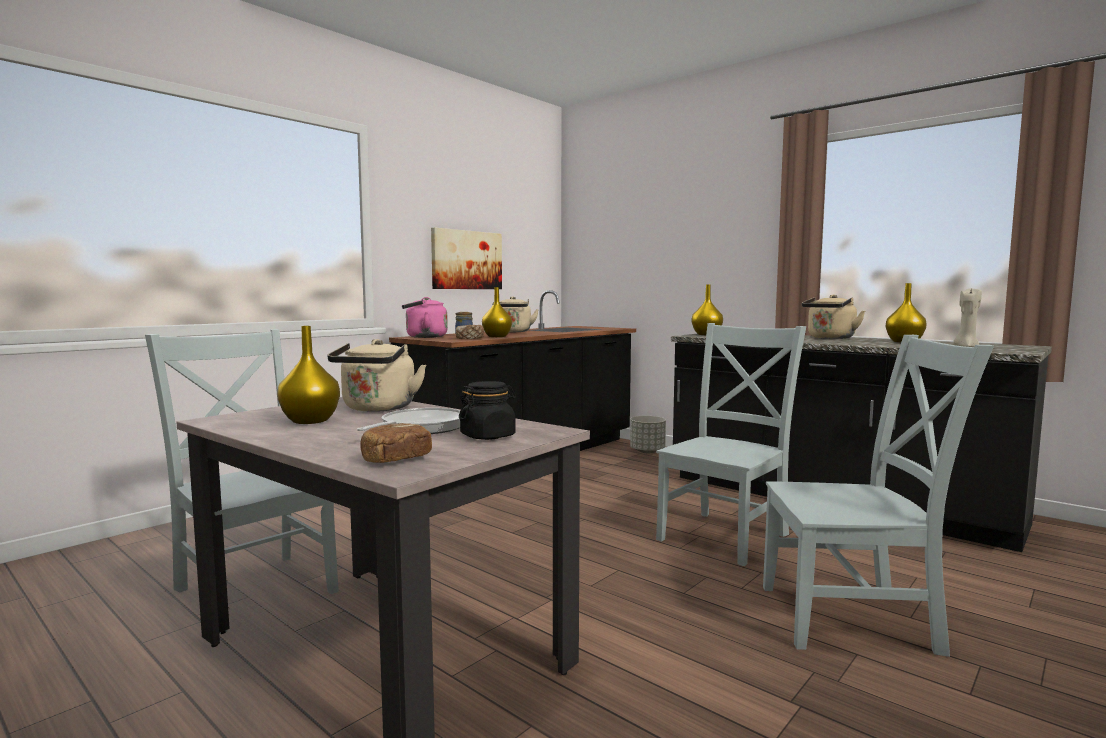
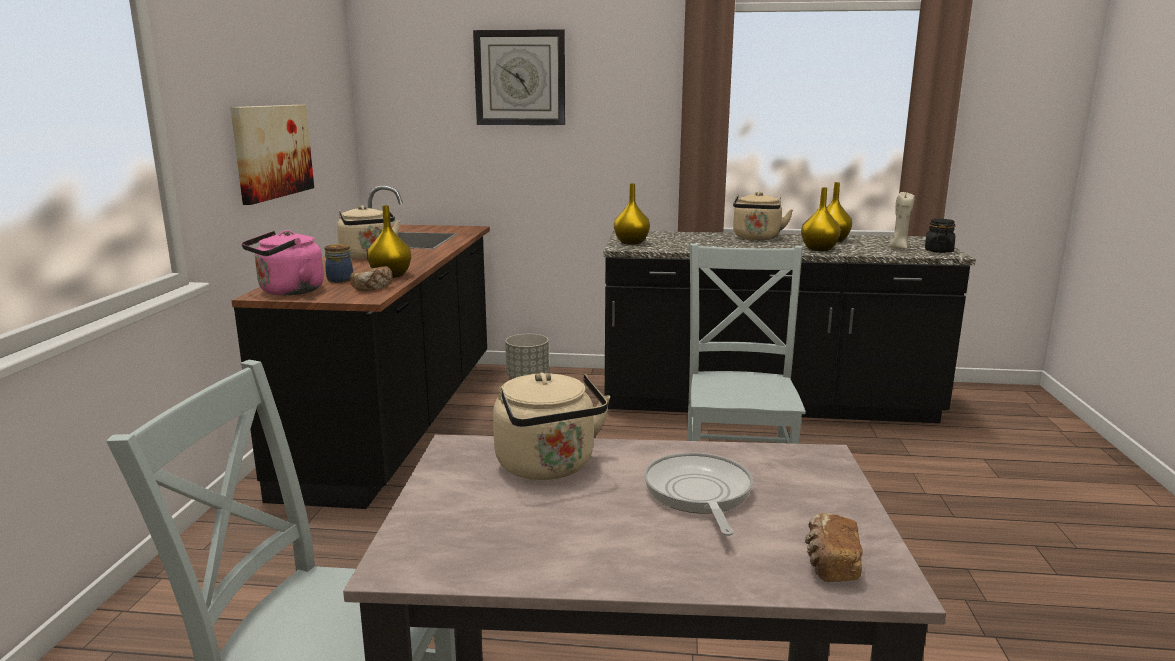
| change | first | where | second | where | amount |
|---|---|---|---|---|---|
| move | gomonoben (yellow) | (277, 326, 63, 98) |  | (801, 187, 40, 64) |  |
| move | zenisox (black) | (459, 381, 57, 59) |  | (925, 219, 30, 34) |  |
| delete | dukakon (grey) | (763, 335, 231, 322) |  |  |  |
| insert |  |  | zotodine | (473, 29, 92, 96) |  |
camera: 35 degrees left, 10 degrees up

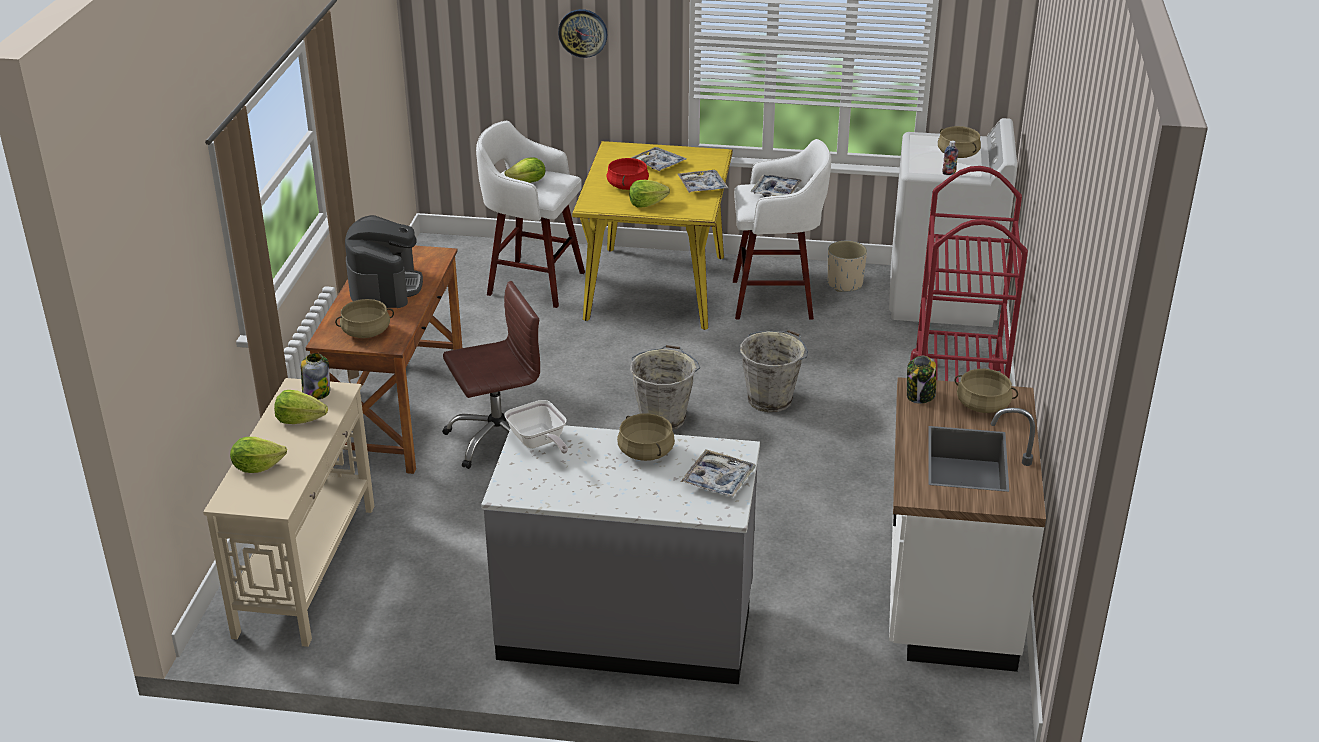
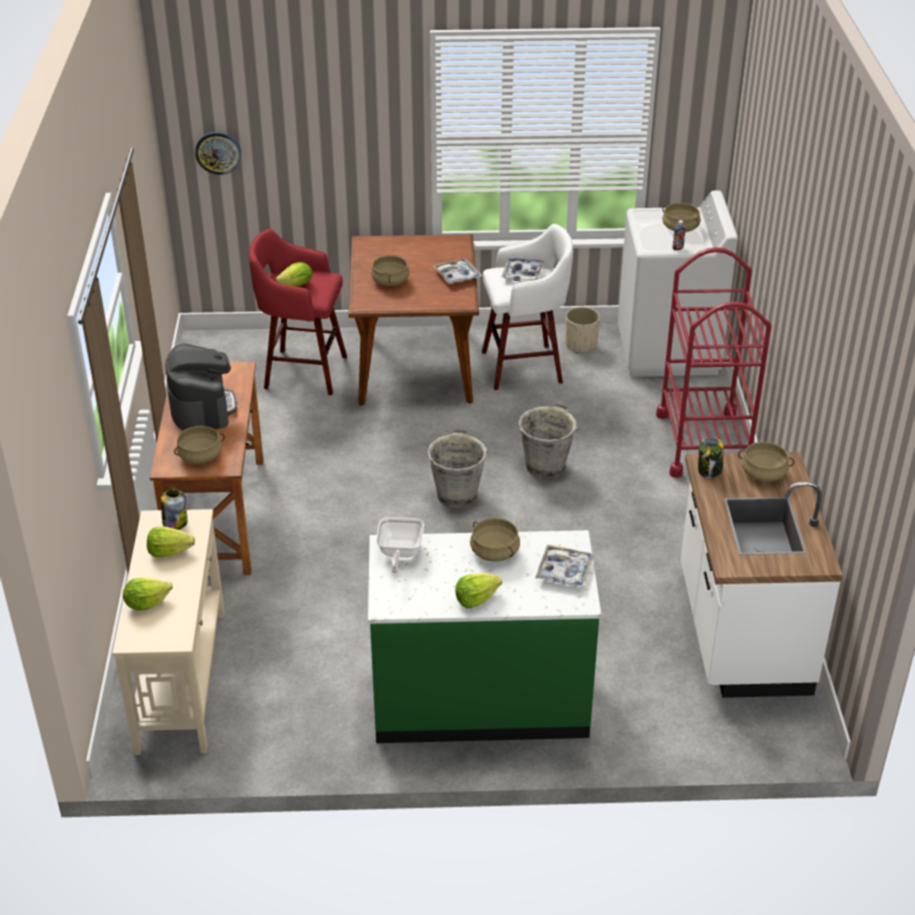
| change | first | where | second | where | amount |
|---|---|---|---|---|---|
| delete | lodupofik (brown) | (442, 281, 98, 188) |  |  |  |
| recolor | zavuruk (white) | (476, 121, 109, 187) | zavuruk (red) | (249, 229, 98, 166) |  |
| recolor | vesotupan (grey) | (481, 425, 279, 259) | vesotupan (green) | (368, 530, 234, 213) |  |
| rotate | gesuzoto | (504, 400, 64, 54) |  | (376, 517, 48, 56) | 45 degrees clockwise |
| move | zotodine | (558, 9, 49, 49) |  | (195, 132, 46, 43) |  |
| recolor | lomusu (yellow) | (572, 141, 161, 189) | lomusu (brown) | (348, 235, 131, 171) |  |
| recolor | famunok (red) | (606, 158, 43, 32) | famunok (beige) | (371, 255, 38, 31) |  |
| move | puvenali | (629, 180, 41, 28) |  | (455, 573, 47, 35) |  |
| delete | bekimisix | (631, 147, 55, 24) |  |  |  |
camera: 10 degrees left, 5 degrees up

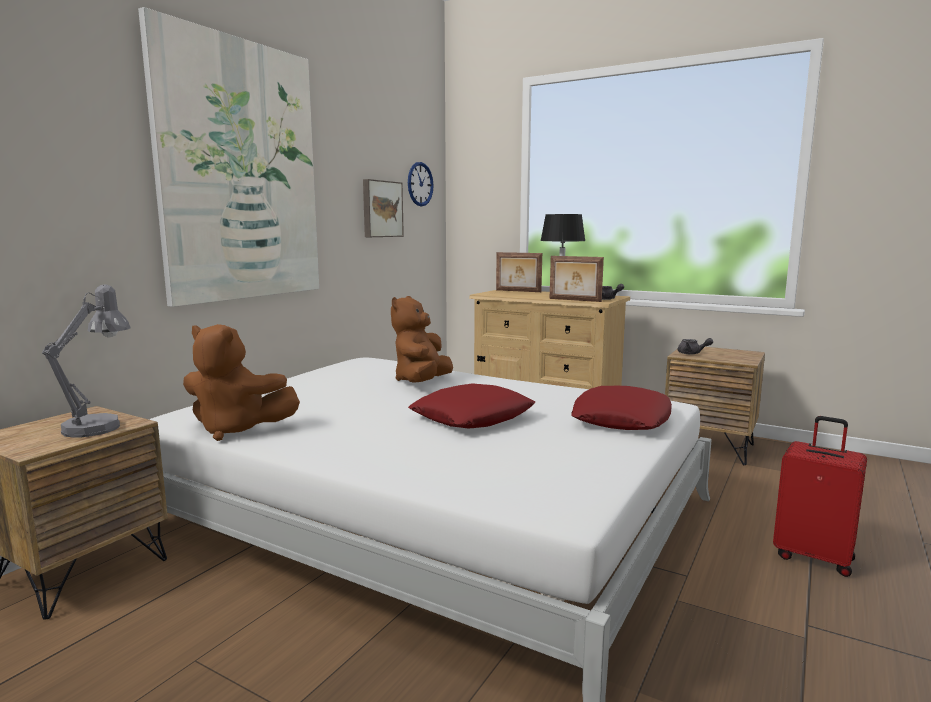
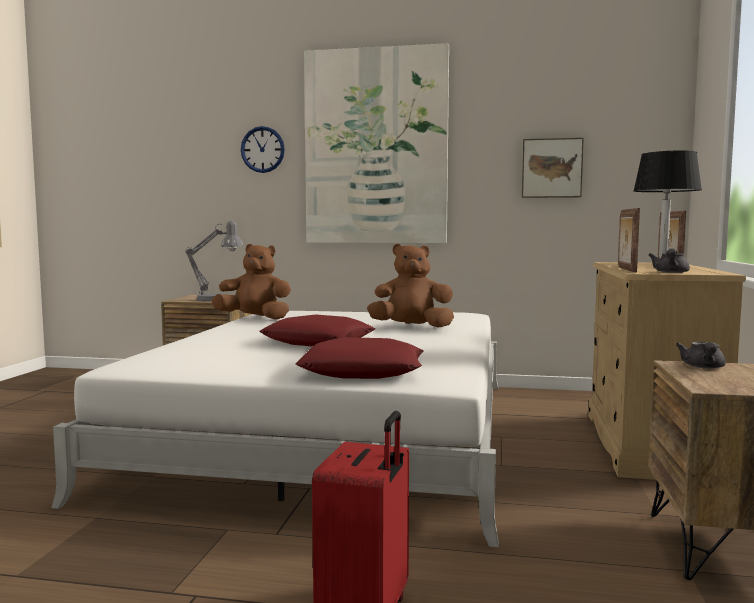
| change | first | where | second | where | amount |
|---|---|---|---|---|---|
| rotate | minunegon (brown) | (183, 324, 117, 117) |  | (211, 244, 80, 76) | 105 degrees clockwise |
| move | zotodine | (408, 162, 26, 44) |  | (241, 126, 44, 47) |  |
camera: 70 degrees right, 5 degrees down

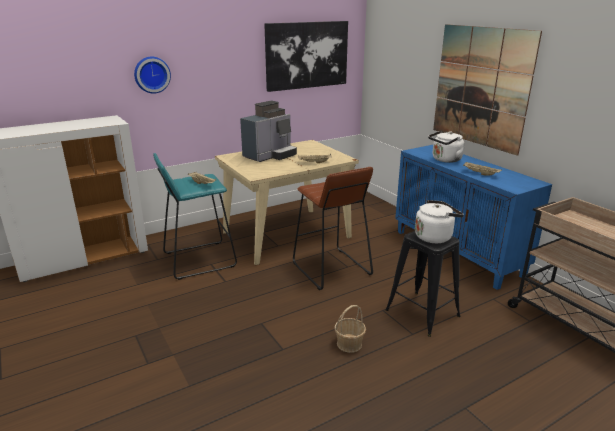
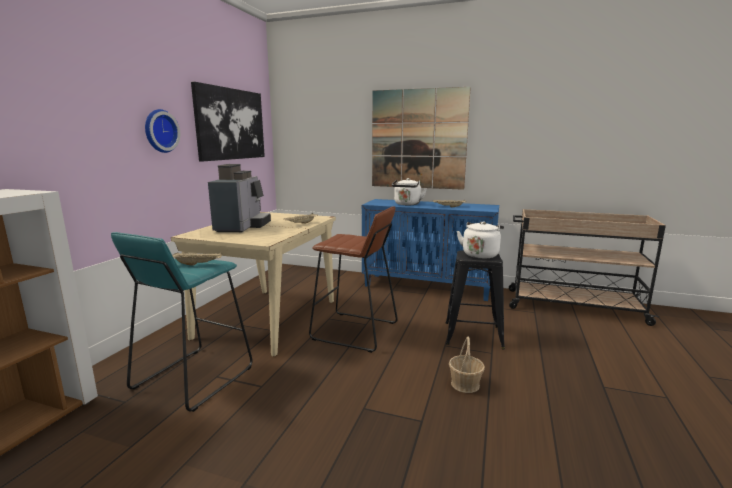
| change | first | where | second | where | amount |
|---|---|---|---|---|---|
| move | zotodine | (134, 57, 37, 37) |  | (145, 109, 35, 44) |  |
camera: 40 degrees left, 10 degrees down

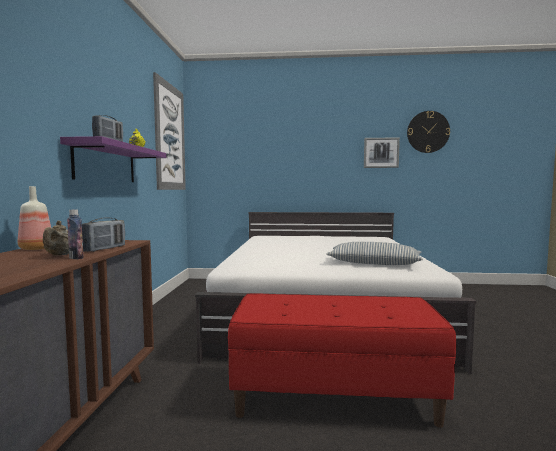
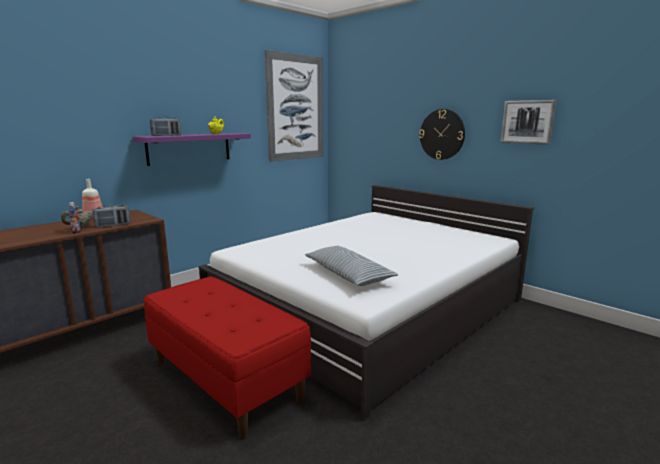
| change | first | where | second | where | amount |
|---|---|---|---|---|---|
| move | zotodine | (407, 111, 43, 42) |  | (419, 109, 46, 51) |  |
camera: 40 degrees right, 10 degrees up

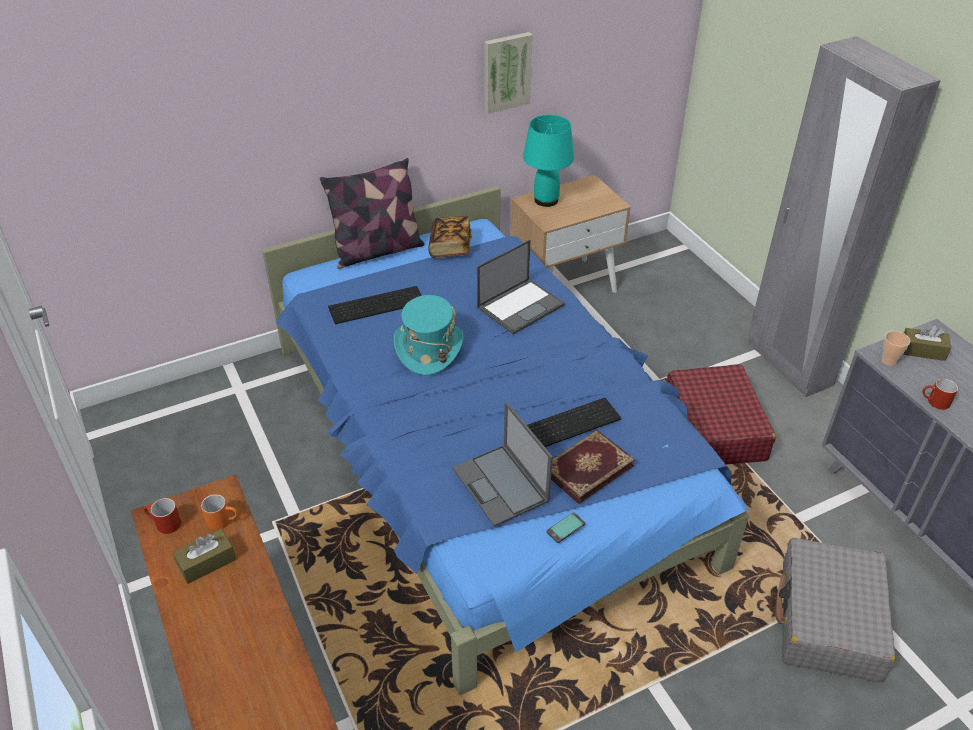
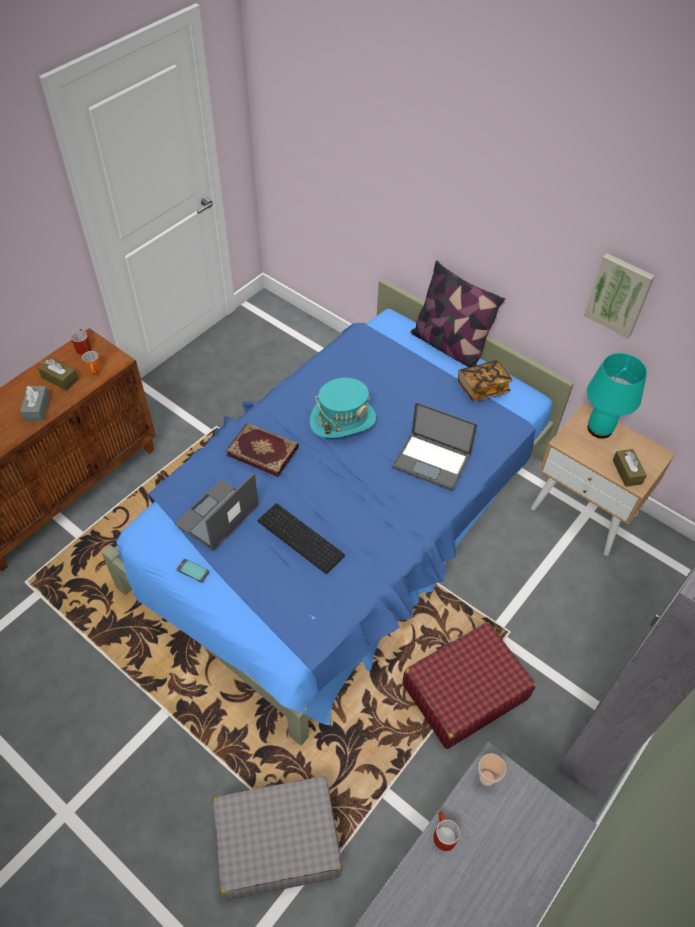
| change | first | where | second | where | amount |
|---|---|---|---|---|---|
| delete | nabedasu | (328, 286, 94, 38) |  |  |  |
| move | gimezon | (551, 430, 84, 74) |  | (226, 423, 73, 54) |  |
| move | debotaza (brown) | (903, 325, 48, 36) |  | (613, 449, 34, 38) |  |
| insert |  |  | debotaza (grey) | (20, 386, 30, 36) |  |
camera: 65 degrees right, 10 degrees up

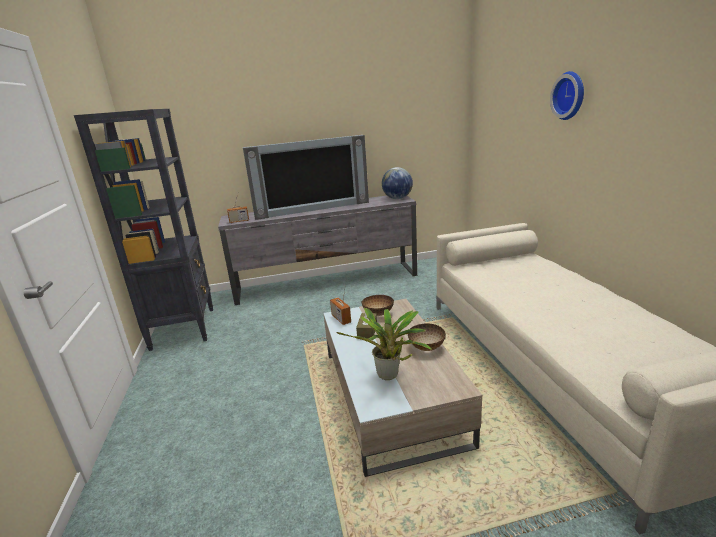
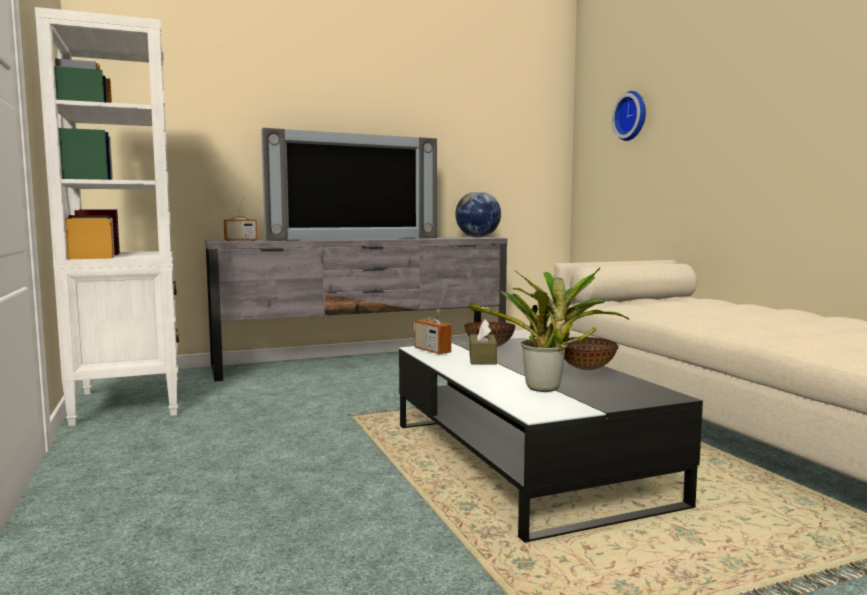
| change | first | where | second | where | amount |
|---|---|---|---|---|---|
| recolor | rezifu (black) | (74, 109, 139, 242) | rezifu (white) | (35, 7, 144, 419) |  |
| recolor | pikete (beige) | (323, 299, 159, 178) | pikete (black) | (399, 338, 304, 205) |  |
| move | zotodine | (550, 71, 34, 49) |  | (612, 91, 34, 50) |  |
camera: 10 degrees left, 15 degrees down

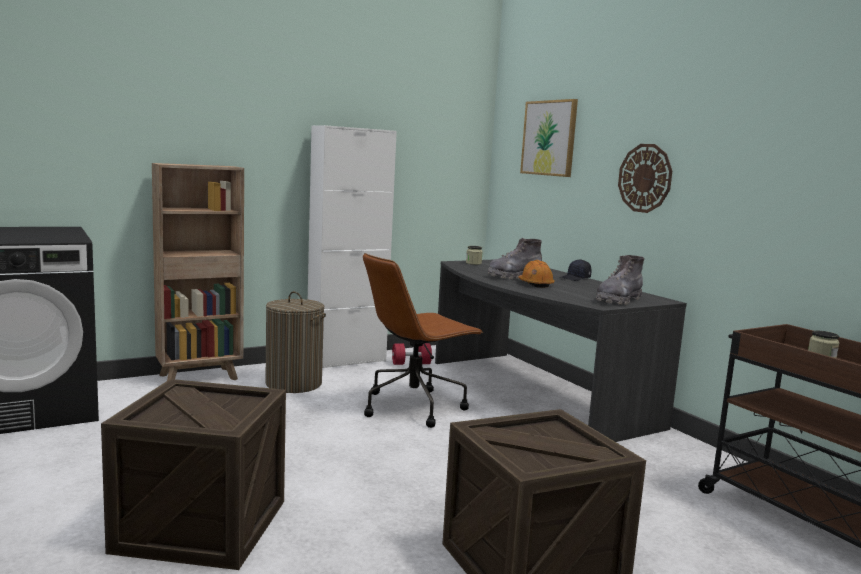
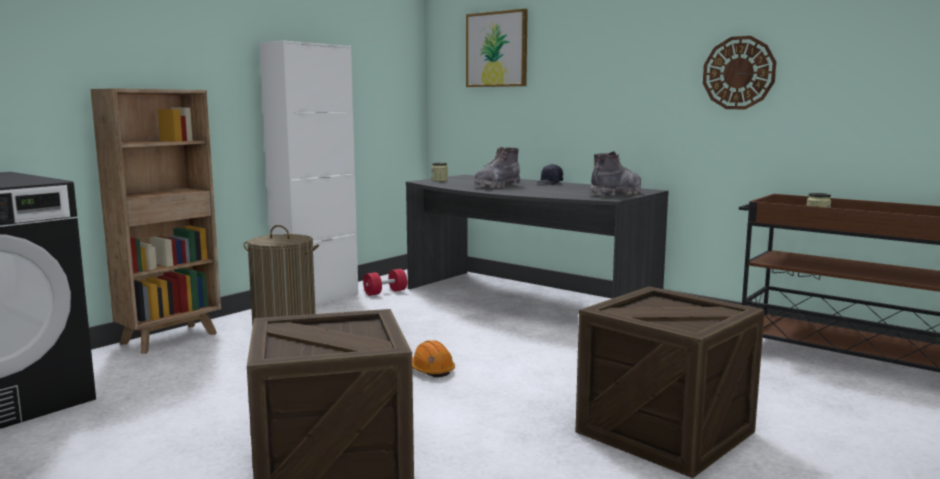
| change | first | where | second | where | amount |
|---|---|---|---|---|---|
| delete | lodupofik (brown) | (363, 253, 120, 175) |  |  |  |
| move | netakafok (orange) | (518, 260, 37, 28) |  | (412, 340, 43, 37) |  |
| rotate | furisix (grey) | (596, 255, 49, 50) |  | (589, 151, 52, 45) | 150 degrees counterclockwise |
| move | zotodine | (618, 144, 54, 69) |  | (703, 36, 73, 73) |  |
camera: 20 degrees left, 0 degrees up

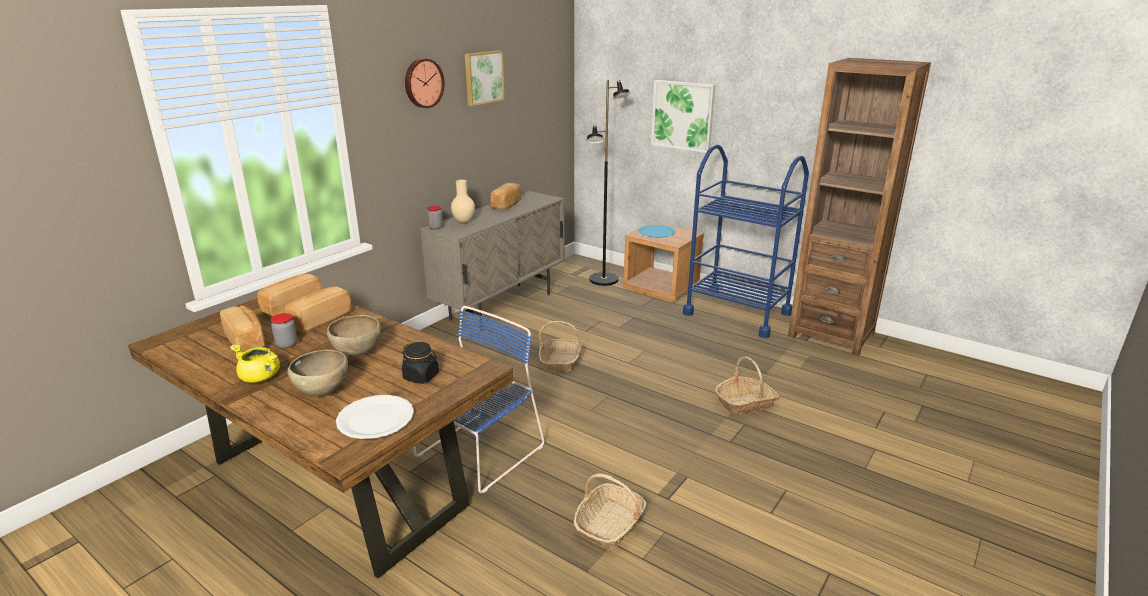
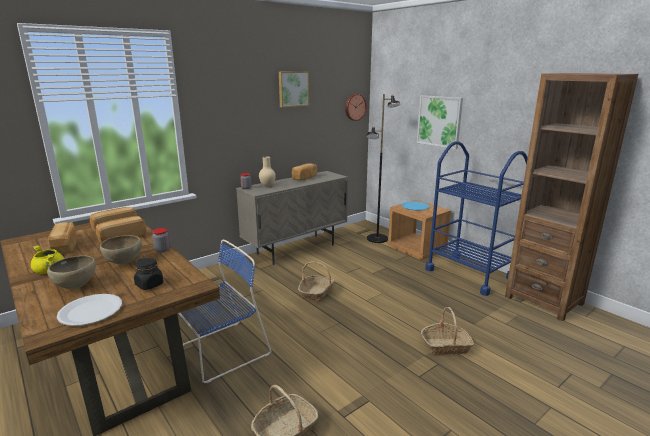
| change | first | where | second | where | amount |
|---|---|---|---|---|---|
| move | zenisox | (271, 313, 27, 36) |  | (152, 228, 18, 25) |  |
| move | zotodine | (405, 58, 40, 50) |  | (345, 94, 22, 27) |  |
camera: 15 degrees right, 5 degrees down

